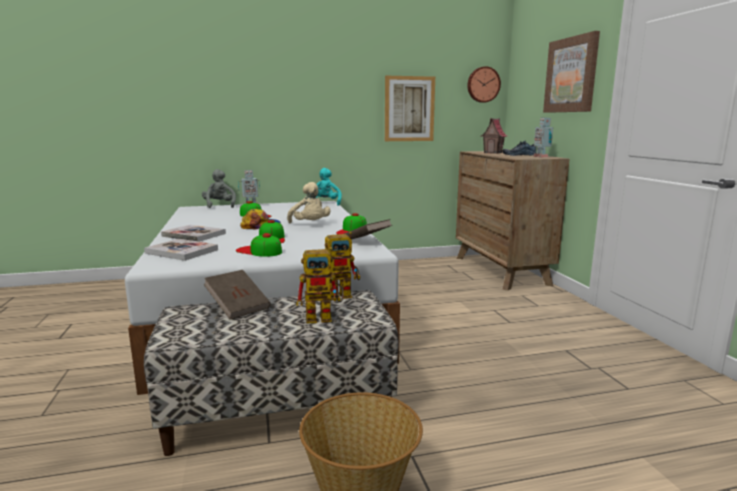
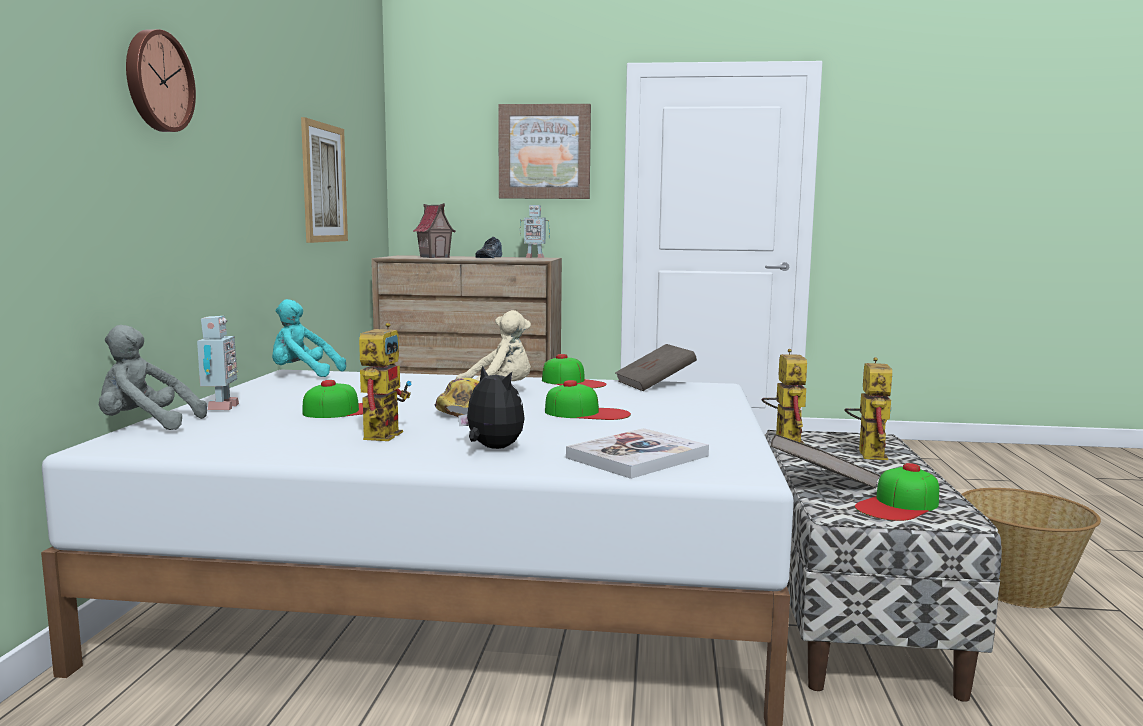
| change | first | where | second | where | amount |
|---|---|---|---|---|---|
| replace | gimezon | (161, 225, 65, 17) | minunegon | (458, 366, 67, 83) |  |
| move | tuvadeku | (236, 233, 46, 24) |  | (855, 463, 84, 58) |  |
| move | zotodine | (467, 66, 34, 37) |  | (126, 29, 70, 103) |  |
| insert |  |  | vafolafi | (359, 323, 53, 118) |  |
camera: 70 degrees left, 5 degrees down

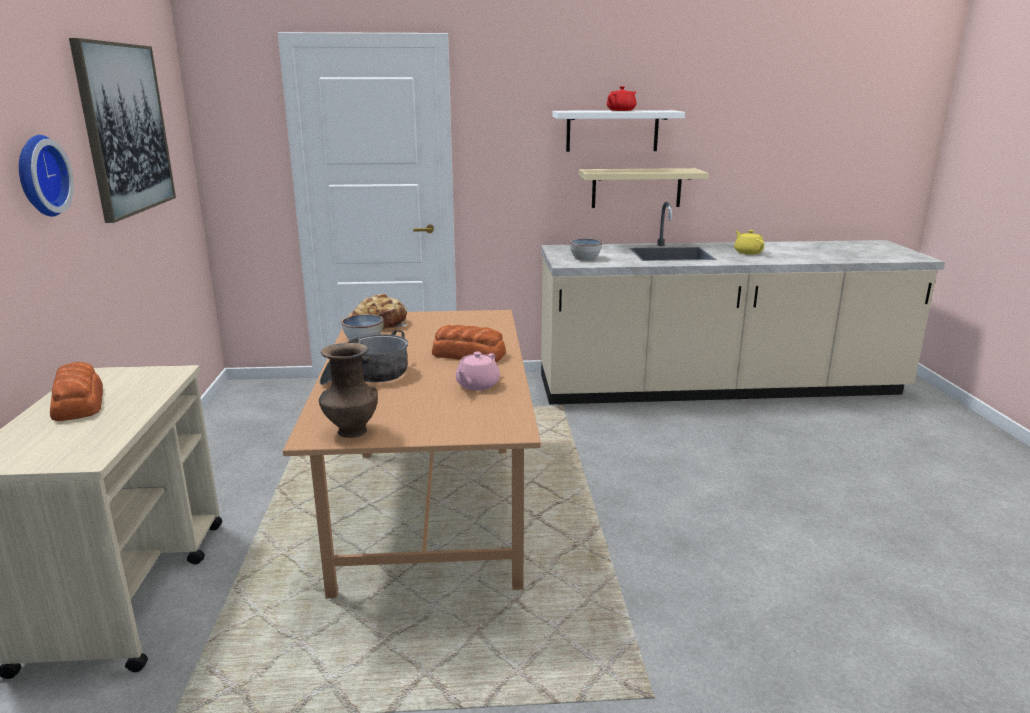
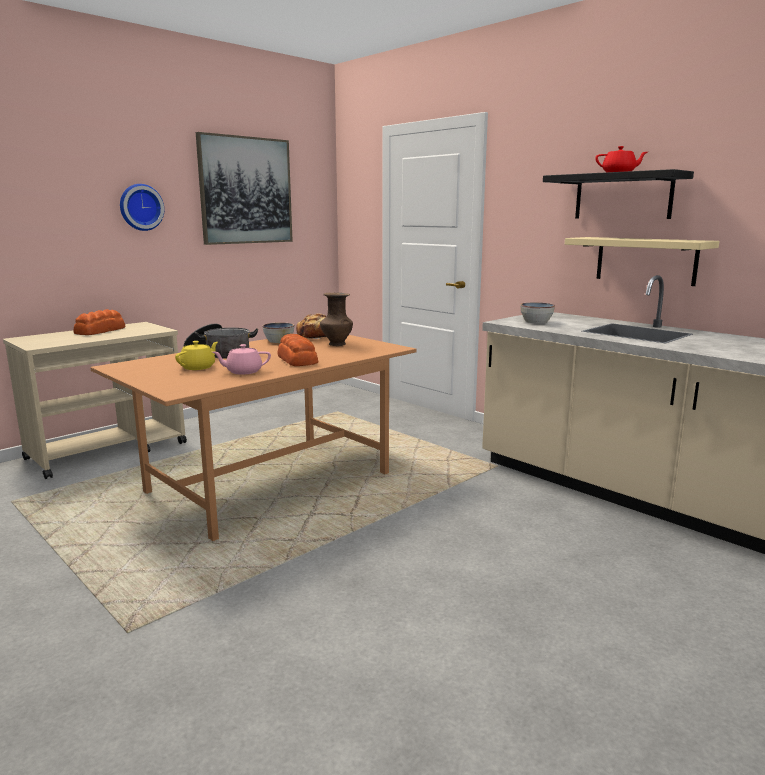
| change | first | where | second | where | amount |
|---|---|---|---|---|---|
| move | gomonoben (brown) | (319, 343, 59, 95) |  | (320, 292, 33, 54) |  |
| recolor | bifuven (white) | (552, 110, 133, 42) | bifuven (black) | (543, 169, 151, 50) |  |
| move | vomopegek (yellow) | (734, 230, 30, 24) |  | (175, 341, 43, 29) |  |
camera: 50 degrees right, 5 degrees down

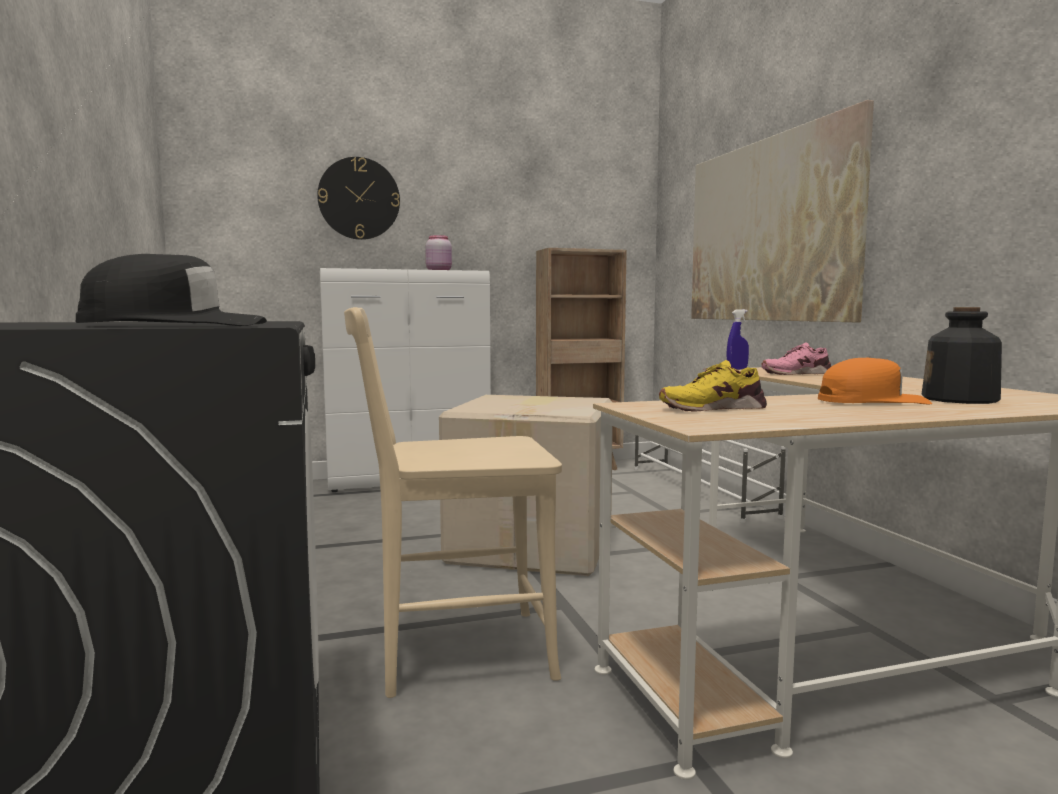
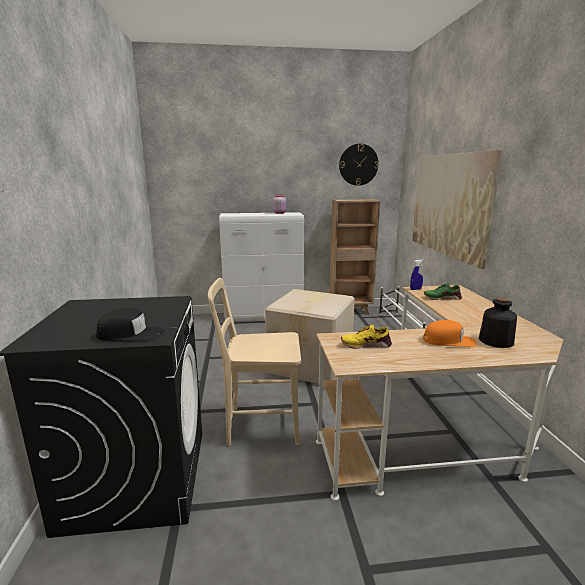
| change | first | where | second | where | amount |
|---|---|---|---|---|---|
| move | zotodine | (317, 157, 83, 83) |  | (339, 144, 40, 42) |  |
| recolor | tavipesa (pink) | (761, 342, 70, 33) | tavipesa (green) | (424, 283, 38, 17) |  |
camera: 10 degrees right, 10 degrees up

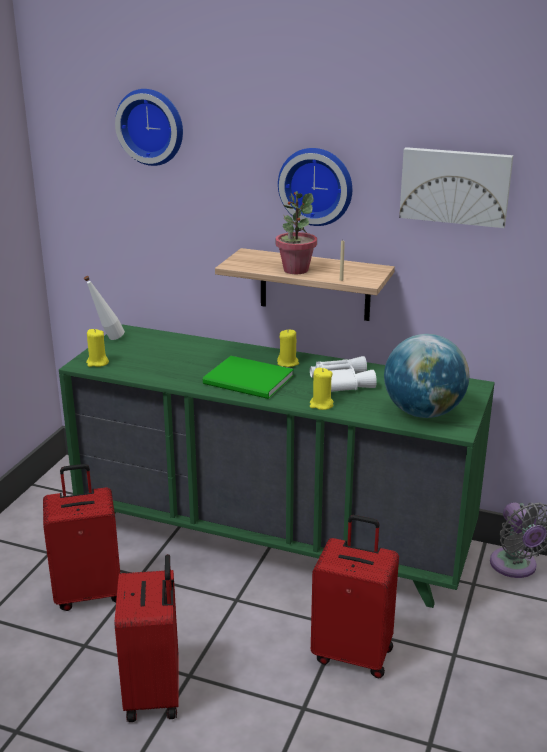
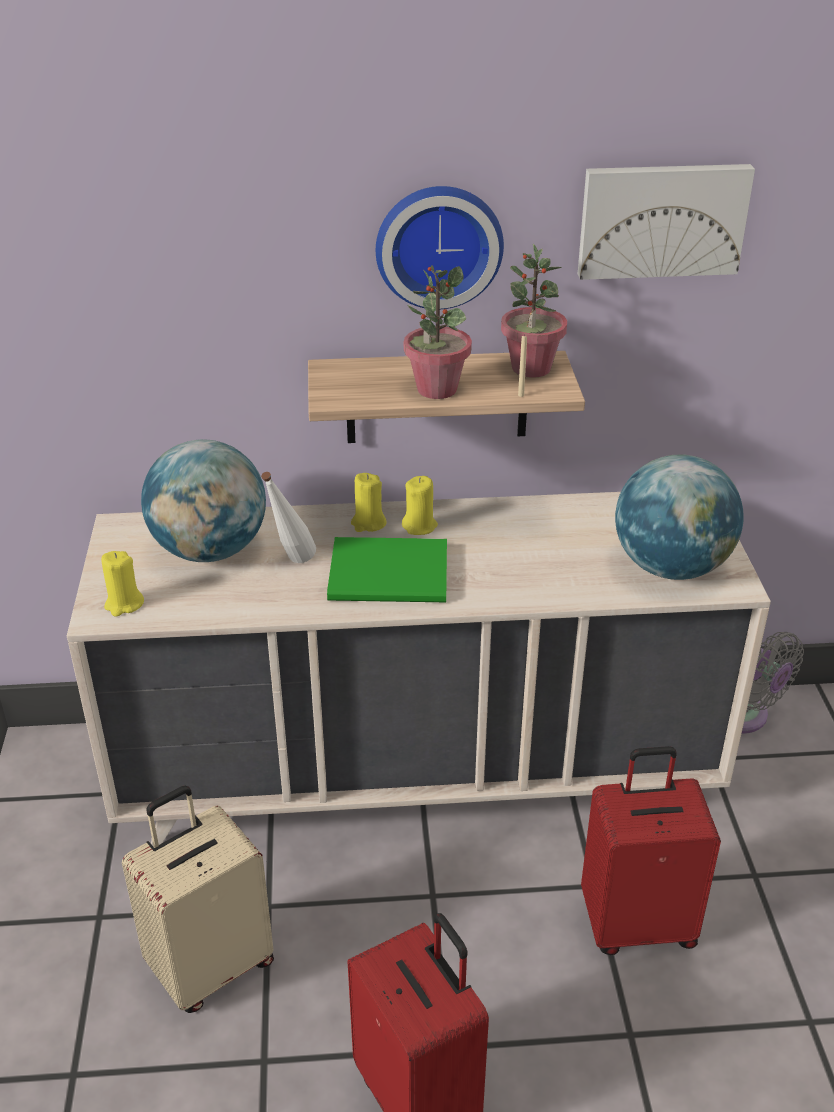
| change | first | where | second | where | amount |
|---|---|---|---|---|---|
| recolor | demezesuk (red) | (43, 464, 77, 147) | demezesuk (beige) | (122, 785, 152, 228) |  |
| recolor | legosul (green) | (59, 324, 436, 284) | legosul (beige) | (67, 492, 704, 354) |  |
| move | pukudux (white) | (84, 276, 41, 64) |  | (261, 472, 55, 91) |  |
| delete | zotodine | (115, 89, 68, 77) |  |  |  |
| delete | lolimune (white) | (310, 356, 67, 36) |  |  |  |
| move | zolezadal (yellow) | (310, 368, 24, 42) |  | (351, 473, 36, 59) |  |
| insert |  |  | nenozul | (141, 439, 125, 123) |  |
| insert |  |  | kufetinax | (501, 244, 66, 134) |  |
camera: 25 degrees left, 10 degrees up

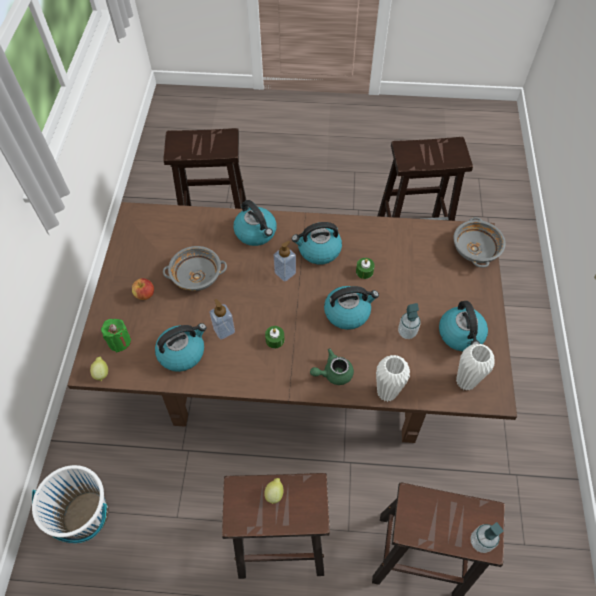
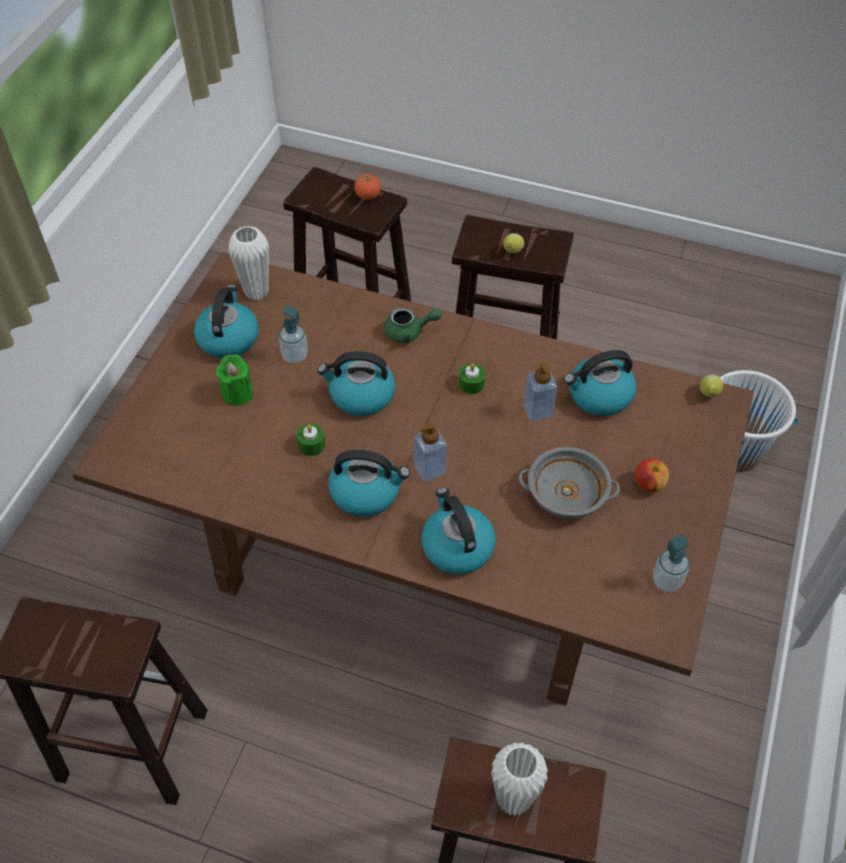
| change | first | where | second | where | amount |
|---|---|---|---|---|---|
| move | zolezadal (green) | (101, 319, 30, 33) |  | (215, 355, 39, 51) |  |
| move | gomonoben (white) | (376, 355, 34, 47) |  | (491, 742, 57, 74) |  |
| delete | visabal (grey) | (454, 217, 52, 51) |  |  |  |
| move | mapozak | (470, 522, 34, 31) |  | (653, 534, 37, 58) |  |
| insert |  |  | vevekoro | (354, 174, 27, 26) |  |
camera: 165 degrees left, 5 degrees down

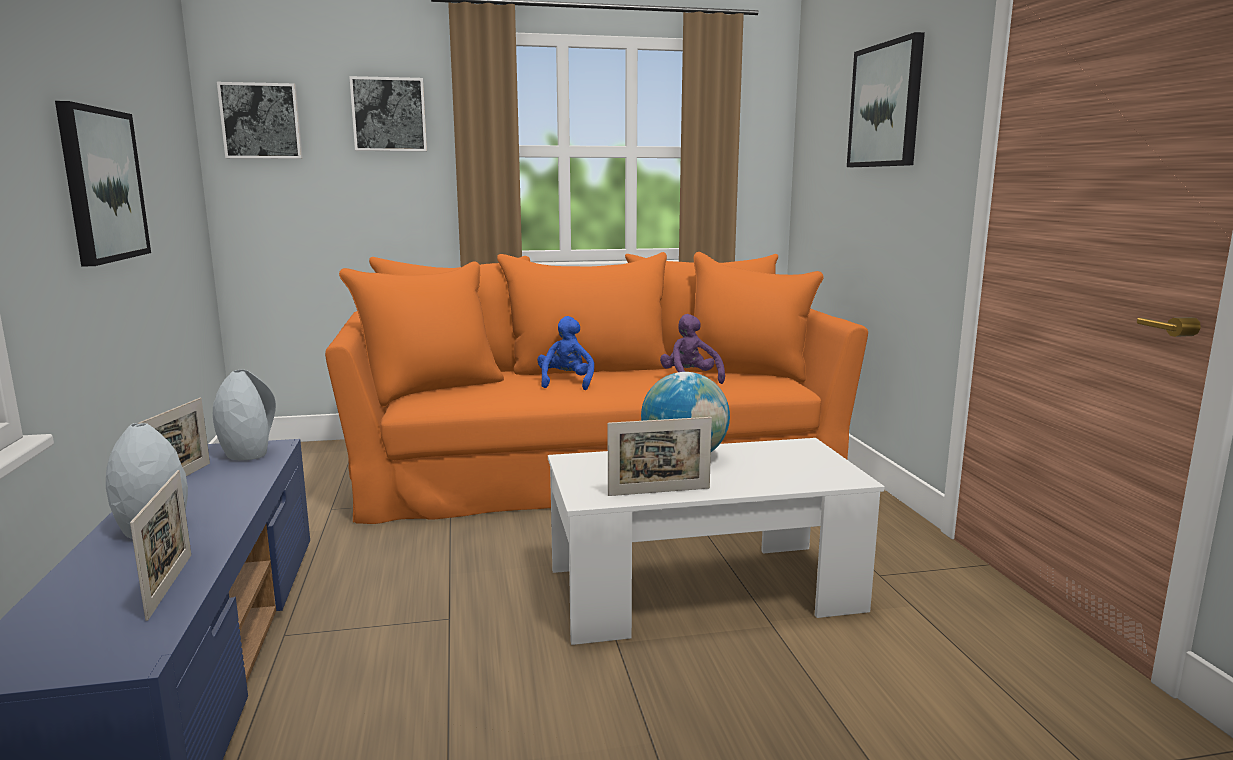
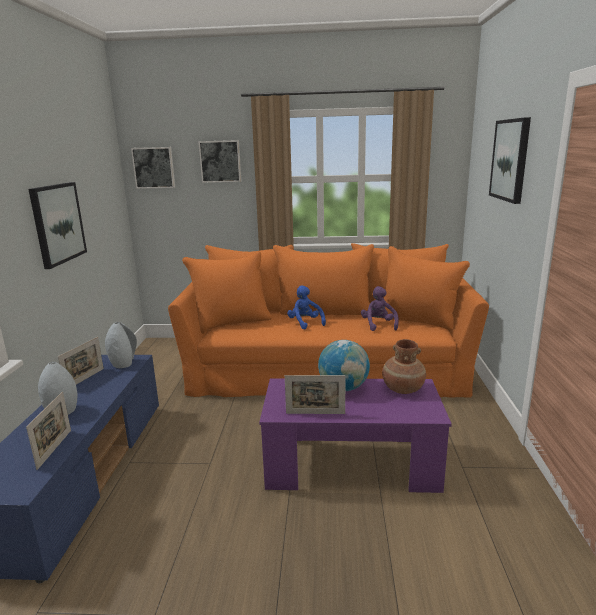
| change | first | where | second | where | amount |
|---|---|---|---|---|---|
| rotate | minunegon (blue) | (537, 316, 57, 74) |  | (287, 285, 39, 45) | 45 degrees counterclockwise |
| recolor | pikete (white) | (548, 438, 337, 207) | pikete (purple) | (259, 378, 193, 115) |  |
| insert |  |  | gomonoben (brown) | (382, 339, 44, 55) |  |
camera: 15 degrees right, 5 degrees up

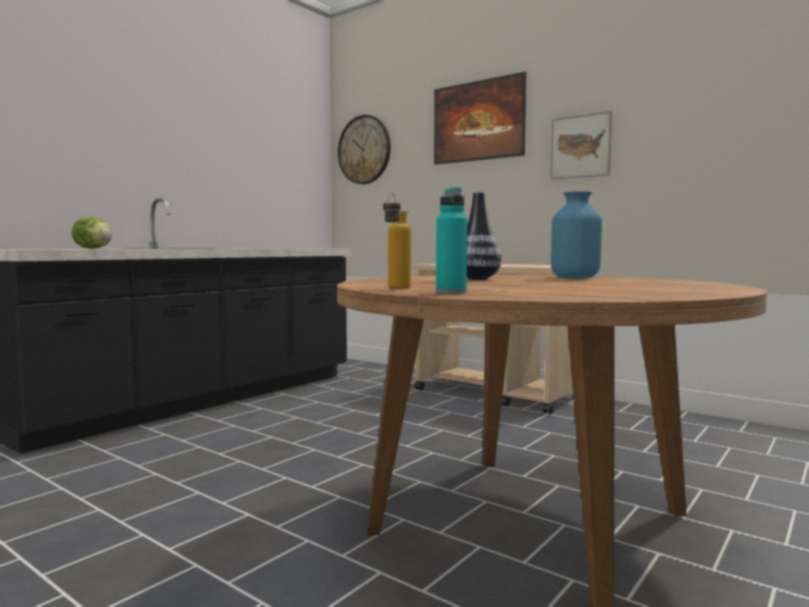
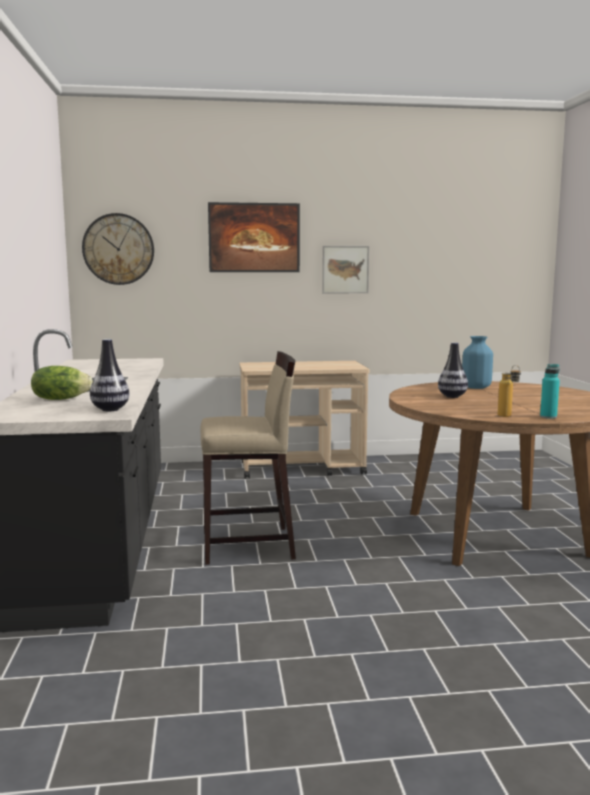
| change | first | where | second | where | amount |
|---|---|---|---|---|---|
| insert |  |  | gomonoben | (90, 339, 39, 72) |  |
| insert |  |  | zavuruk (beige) | (200, 351, 96, 214) |  |
camera: 45 degrees left, 5 degrees up

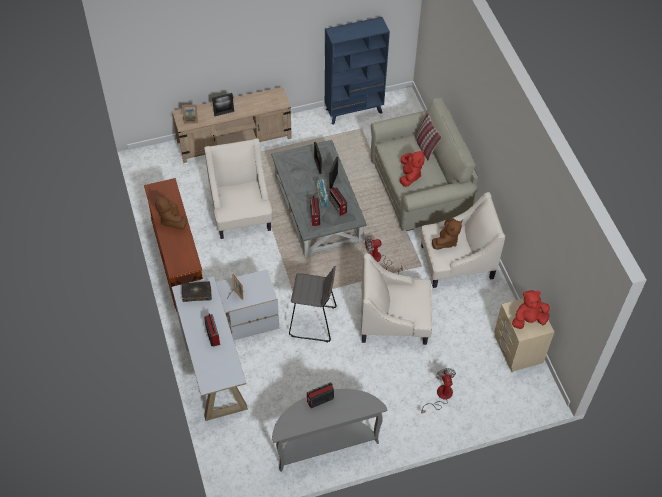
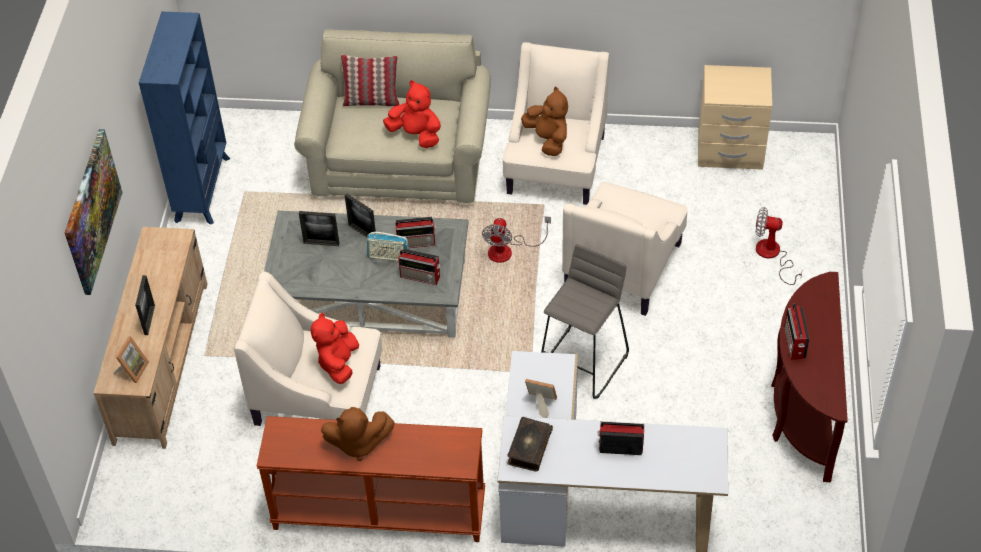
| change | first | where | second | where | amount |
|---|---|---|---|---|---|
| recolor | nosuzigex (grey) | (272, 389, 116, 83) | nosuzigex (brown) | (771, 272, 77, 210) |  |
| move | minunegon (red) | (512, 290, 38, 39) |  | (310, 313, 49, 71) |  |
| insert |  |  | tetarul | (65, 129, 57, 166) |  |
camera: 65 degrees left, 5 degrees down

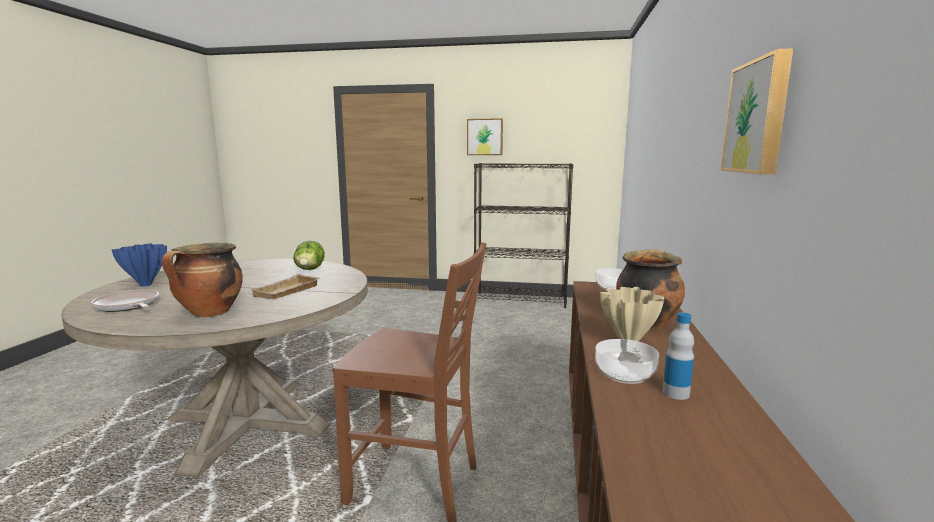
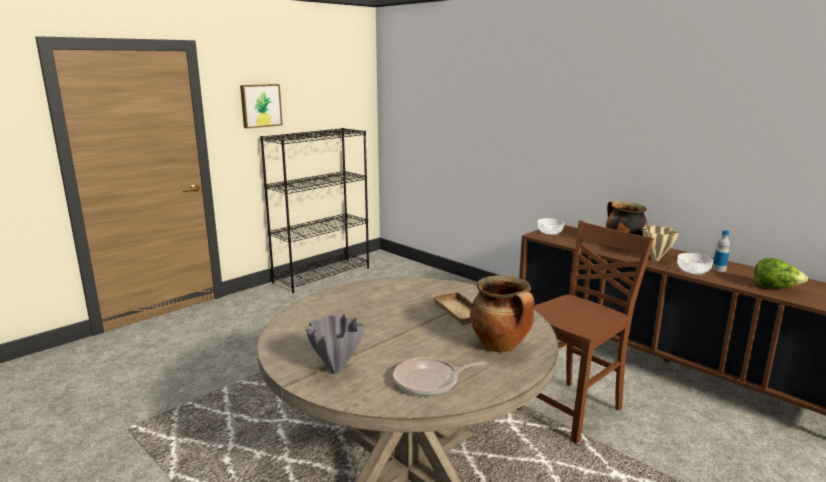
| change | first | where | second | where | amount |
|---|---|---|---|---|---|
| recolor | gomonoben (blue) | (112, 244, 55, 43) | gomonoben (grey) | (306, 314, 58, 61) |  |
| move | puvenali | (293, 241, 32, 29) |  | (754, 258, 54, 31) |  |
| delete | tetarul | (721, 48, 72, 127) |  |  |  |
camera: 55 degrees left, 5 degrees up

